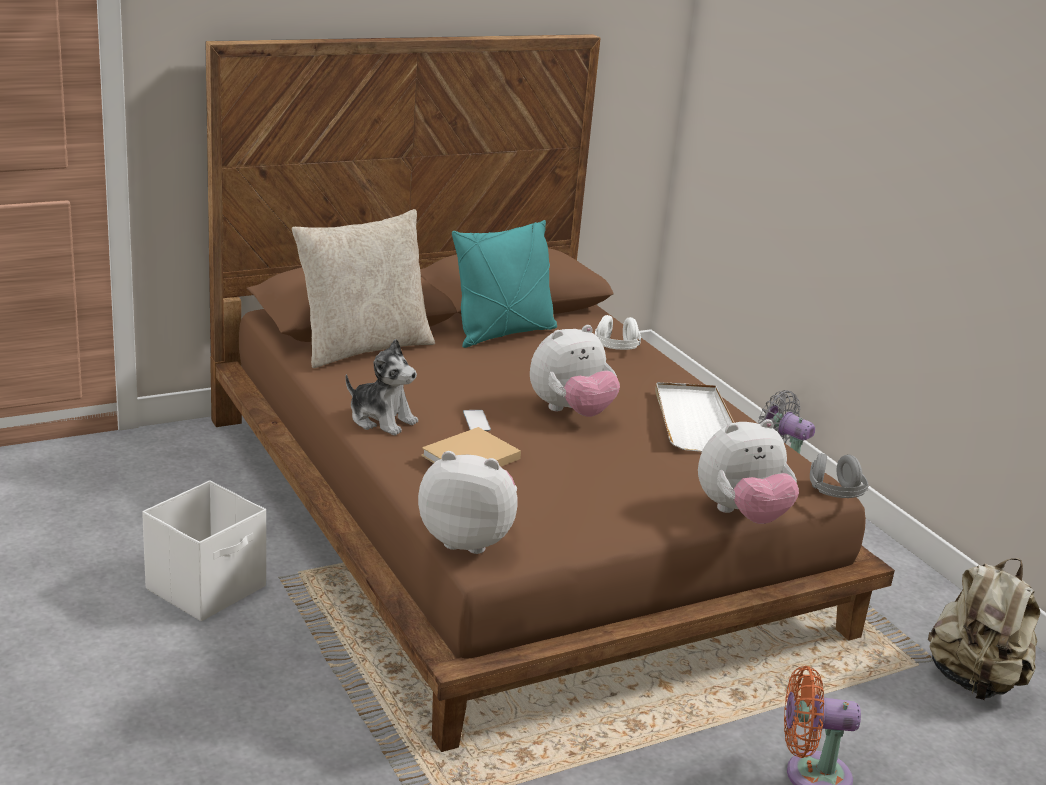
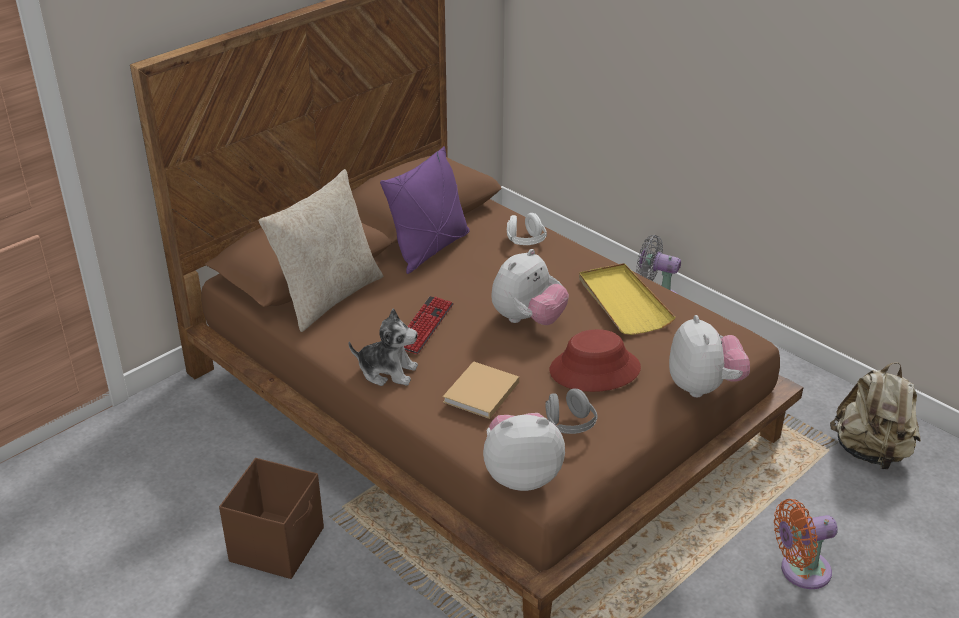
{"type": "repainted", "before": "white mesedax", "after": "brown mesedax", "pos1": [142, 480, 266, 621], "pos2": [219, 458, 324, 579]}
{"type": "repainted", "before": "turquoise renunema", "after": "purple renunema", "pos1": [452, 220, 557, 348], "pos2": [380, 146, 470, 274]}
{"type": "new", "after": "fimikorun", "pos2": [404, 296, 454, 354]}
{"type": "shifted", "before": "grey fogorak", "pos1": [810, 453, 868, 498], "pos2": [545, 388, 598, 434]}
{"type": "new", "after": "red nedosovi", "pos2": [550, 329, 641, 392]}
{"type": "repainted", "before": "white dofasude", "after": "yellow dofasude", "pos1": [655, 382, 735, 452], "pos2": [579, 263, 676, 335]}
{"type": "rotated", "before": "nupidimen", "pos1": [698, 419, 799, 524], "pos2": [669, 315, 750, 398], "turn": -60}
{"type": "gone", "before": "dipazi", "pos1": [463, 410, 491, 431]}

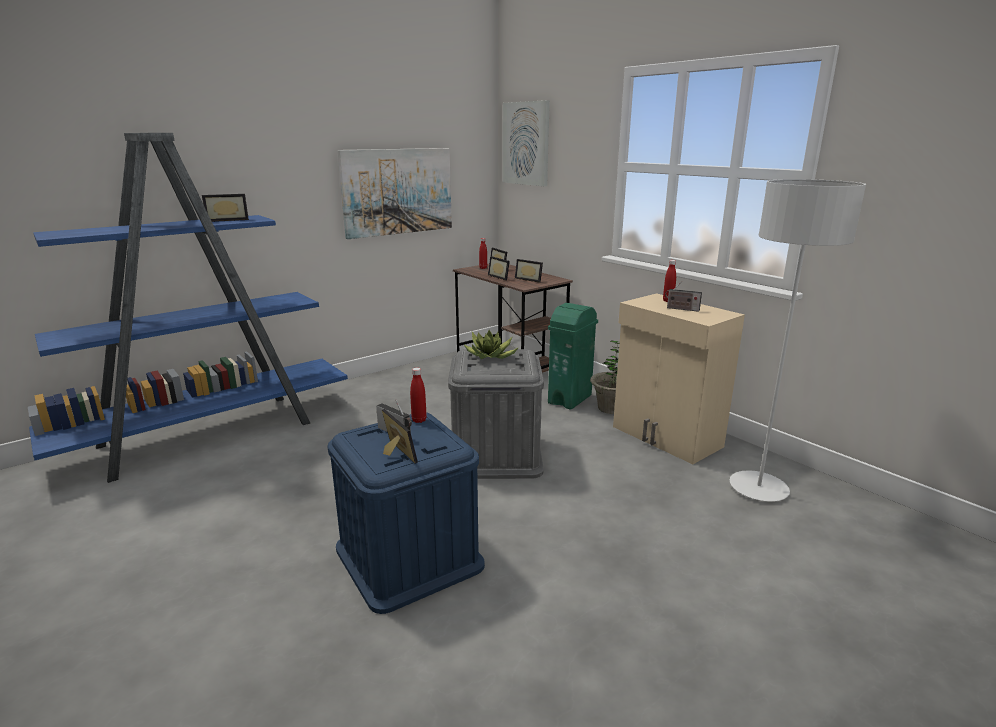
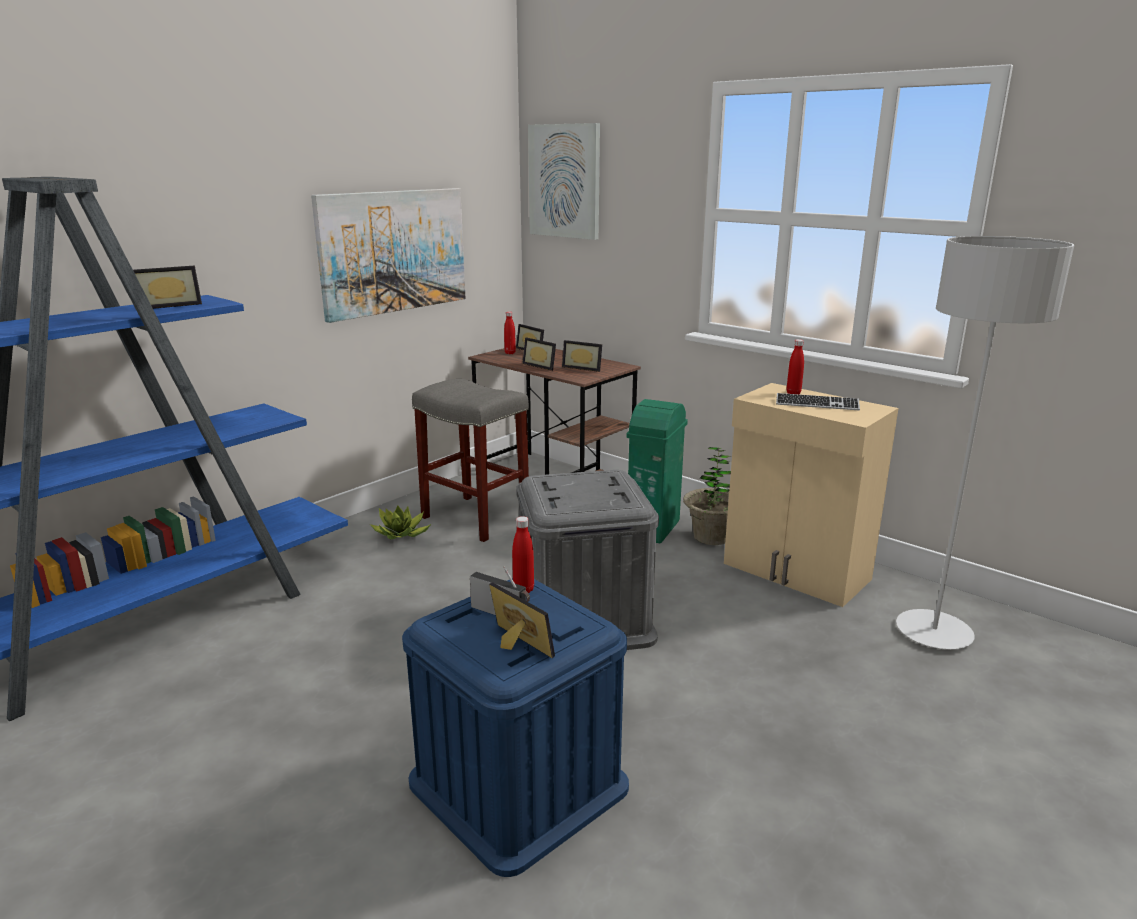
{"type": "shifted", "before": "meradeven", "pos1": [463, 330, 519, 359], "pos2": [370, 505, 431, 539]}
{"type": "new", "after": "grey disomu", "pos2": [412, 379, 529, 542]}
{"type": "swapped", "before": "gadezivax", "after": "fimikorun", "pos1": [665, 281, 702, 312], "pos2": [776, 393, 860, 410]}

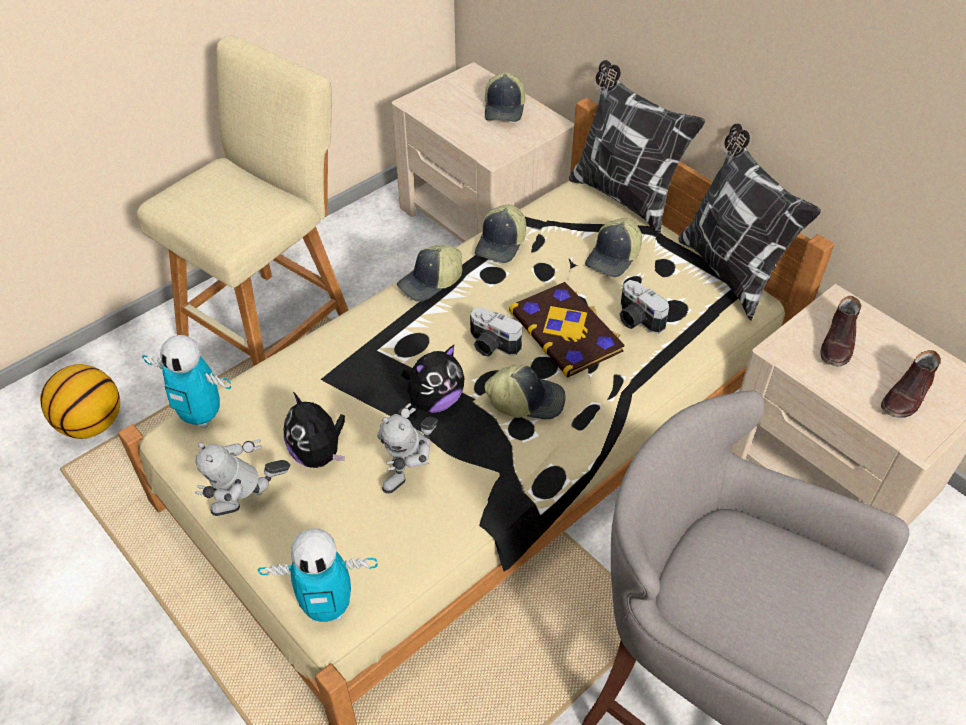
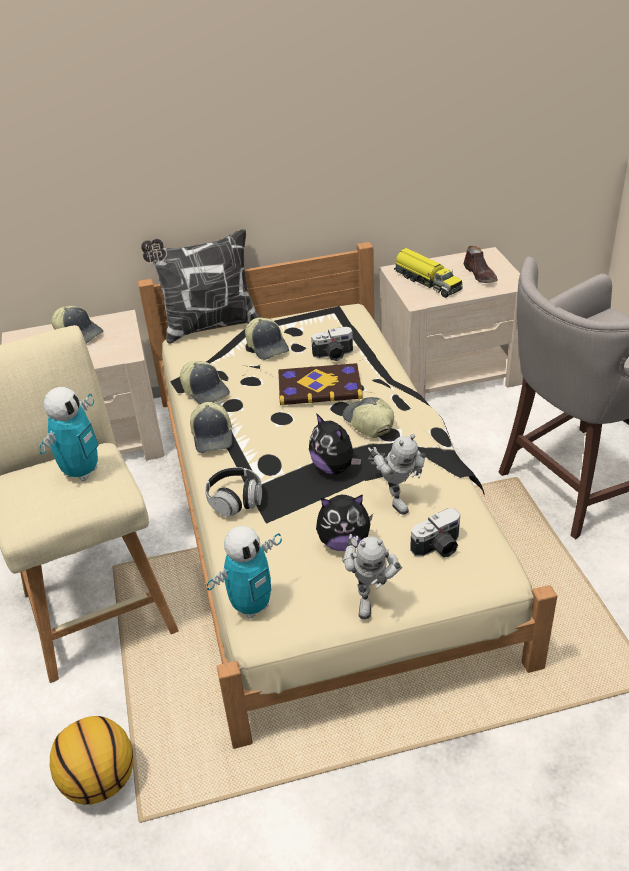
{"type": "shifted", "before": "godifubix", "pos1": [258, 528, 378, 622], "pos2": [39, 387, 99, 481]}
{"type": "new", "after": "fogorak", "pos2": [205, 467, 262, 517]}
{"type": "rotated", "before": "nupidimen", "pos1": [401, 345, 464, 413], "pos2": [309, 413, 361, 474], "turn": 150}
{"type": "rotated", "before": "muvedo", "pos1": [485, 365, 566, 419], "pos2": [343, 397, 394, 438], "turn": -60}
{"type": "swapped", "before": "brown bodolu", "after": "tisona", "pos1": [820, 296, 861, 367], "pos2": [394, 248, 463, 298]}
{"type": "shifted", "before": "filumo", "pos1": [470, 308, 522, 357], "pos2": [410, 508, 460, 557]}
{"type": "gone", "before": "renunema", "pos1": [678, 123, 821, 320]}

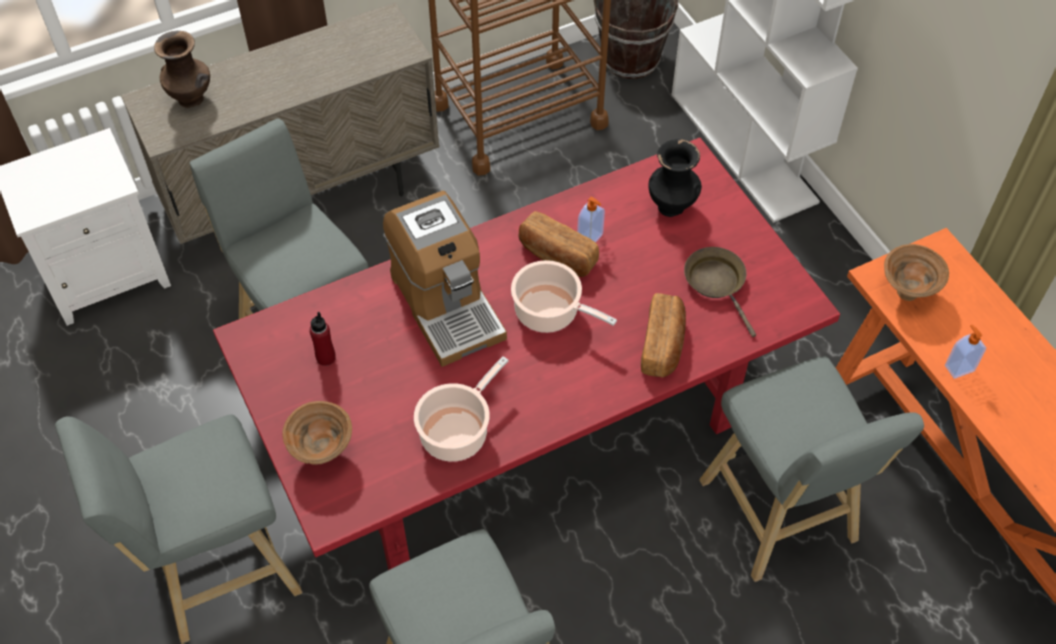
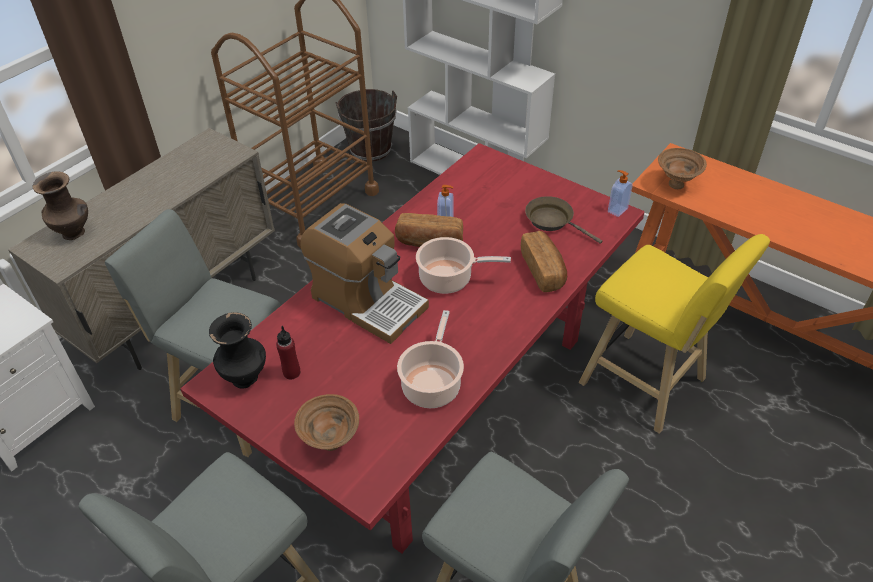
{"type": "shifted", "before": "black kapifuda", "pos1": [648, 139, 702, 217], "pos2": [209, 312, 266, 388]}
{"type": "repainted", "before": "grey disomu", "after": "yellow disomu", "pos1": [699, 356, 924, 582], "pos2": [579, 234, 770, 434]}
{"type": "shifted", "before": "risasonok", "pos1": [945, 325, 986, 379], "pos2": [608, 170, 633, 217]}

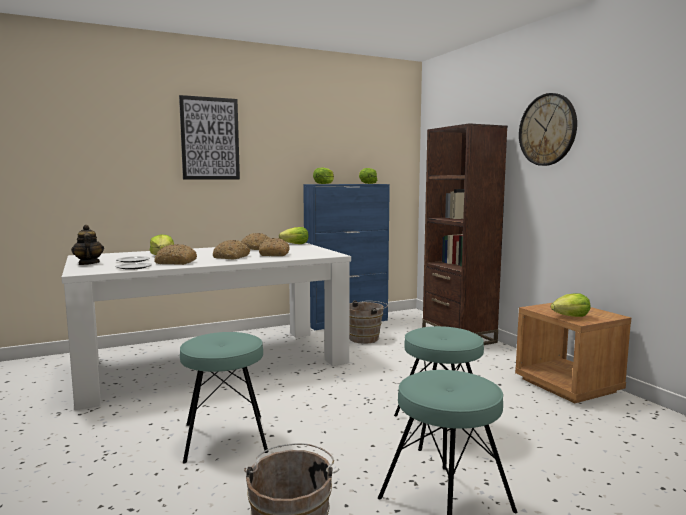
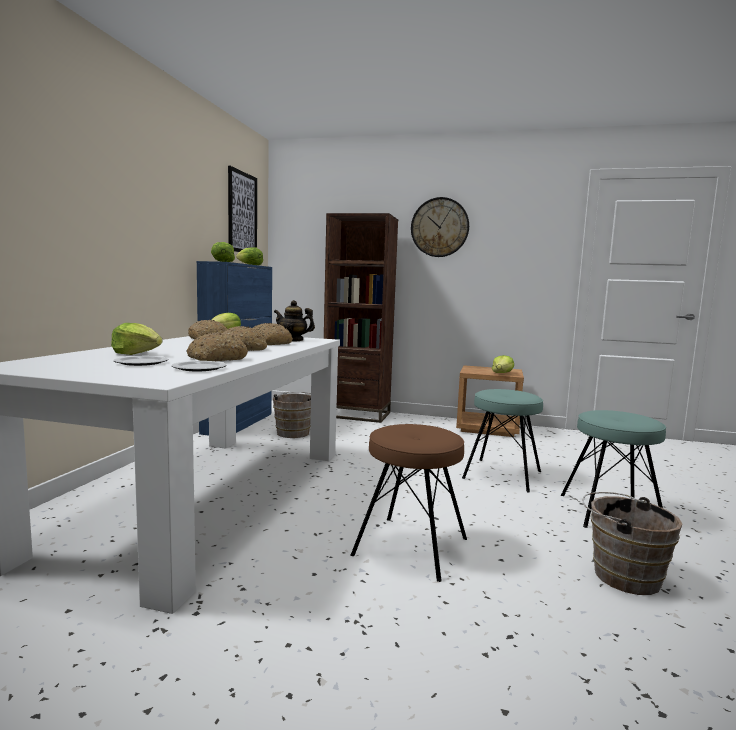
{"type": "shifted", "before": "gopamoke", "pos1": [179, 95, 240, 179], "pos2": [228, 166, 257, 252]}
{"type": "shifted", "before": "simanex", "pos1": [71, 225, 104, 265], "pos2": [274, 300, 315, 342]}
{"type": "repainted", "before": "turquoise disomu", "after": "brown disomu", "pos1": [180, 332, 268, 463], "pos2": [350, 424, 467, 582]}

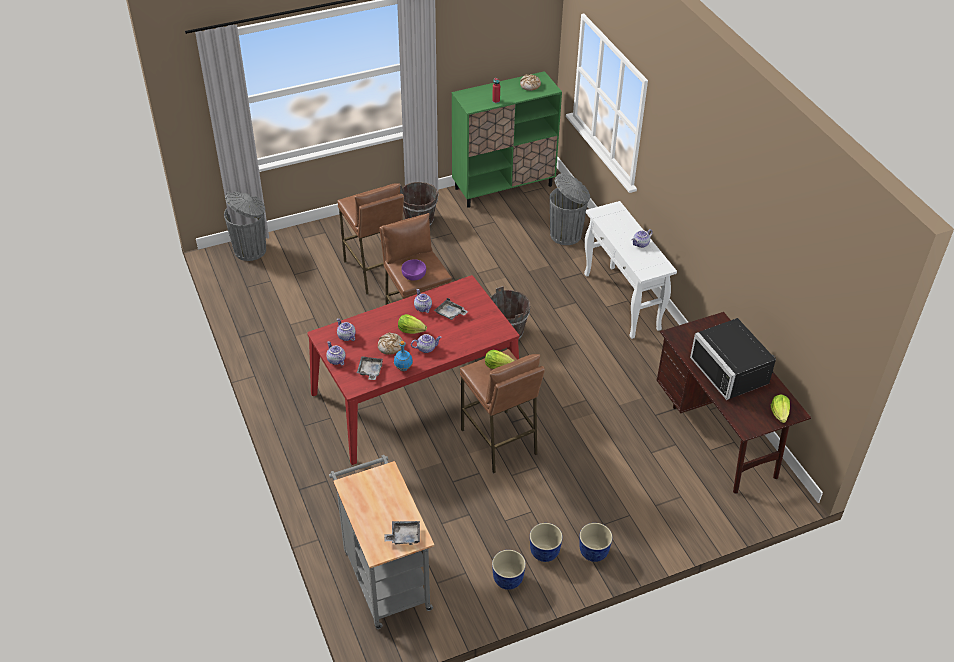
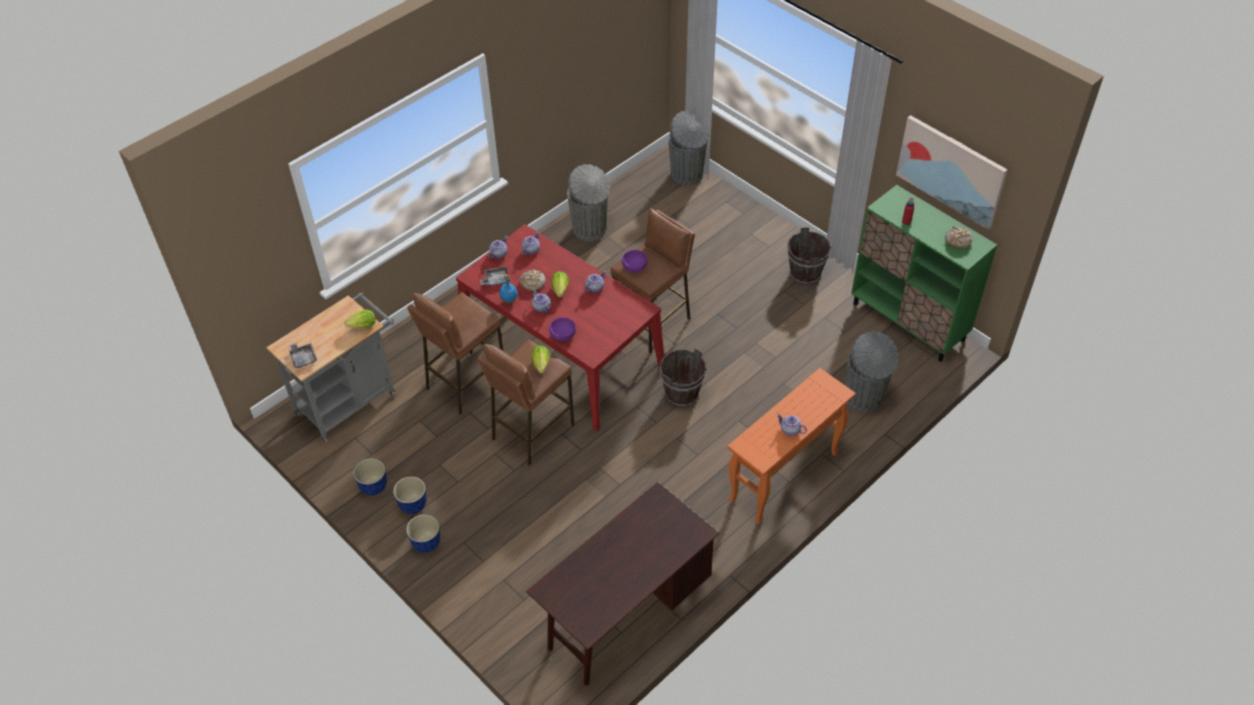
{"type": "shifted", "before": "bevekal", "pos1": [771, 394, 790, 423], "pos2": [345, 310, 376, 328]}
{"type": "shifted", "before": "brown disomu", "pos1": [337, 183, 404, 295], "pos2": [407, 292, 503, 415]}
{"type": "new", "after": "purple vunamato", "pos2": [549, 317, 576, 341]}
{"type": "new", "after": "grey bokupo", "pos2": [567, 164, 610, 241]}
{"type": "repainted", "before": "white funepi", "after": "orange funepi", "pos1": [584, 201, 677, 339], "pos2": [727, 368, 856, 524]}
{"type": "new", "after": "gopamoke", "pos2": [896, 115, 1007, 229]}
{"type": "gone", "before": "grey dofasude", "pos1": [434, 298, 468, 320]}
{"type": "gone", "before": "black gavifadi", "pos1": [690, 318, 776, 400]}

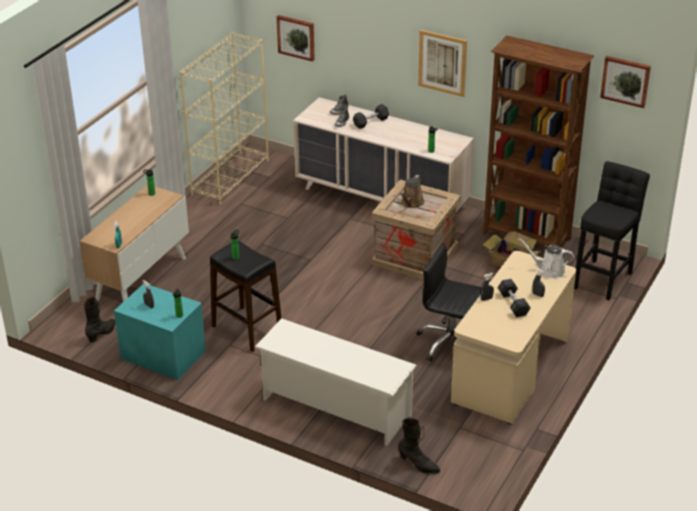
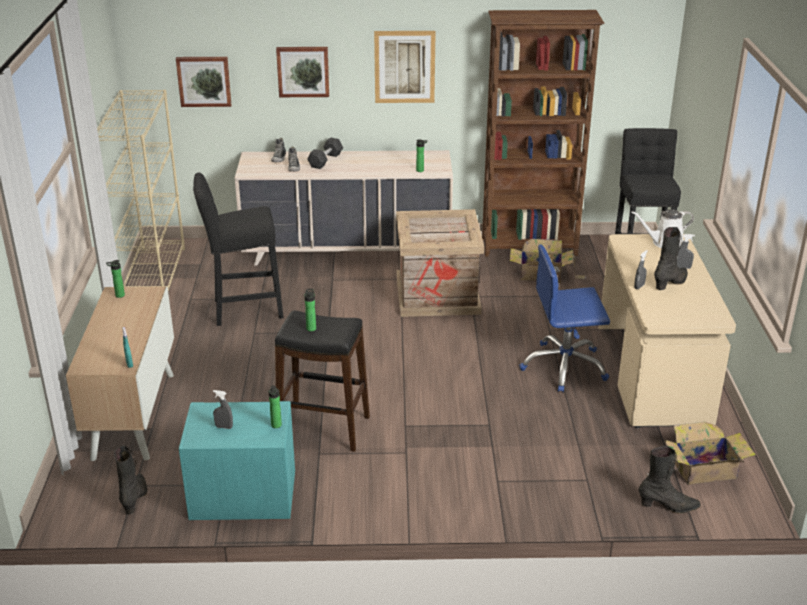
{"type": "new", "after": "black disomu", "pos2": [193, 172, 284, 326]}
{"type": "shifted", "before": "gopamoke", "pos1": [600, 56, 651, 108], "pos2": [276, 47, 329, 97]}
{"type": "repainted", "before": "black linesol", "after": "blue linesol", "pos1": [416, 243, 482, 361], "pos2": [519, 244, 610, 392]}
{"type": "new", "after": "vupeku", "pos2": [646, 422, 756, 485]}
{"type": "swapped", "before": "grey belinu", "after": "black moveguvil", "pos1": [498, 279, 531, 317], "pos2": [654, 227, 688, 290]}
{"type": "gone", "before": "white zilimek", "pos1": [255, 318, 417, 446]}
{"type": "gone", "before": "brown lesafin", "pos1": [400, 175, 424, 208]}

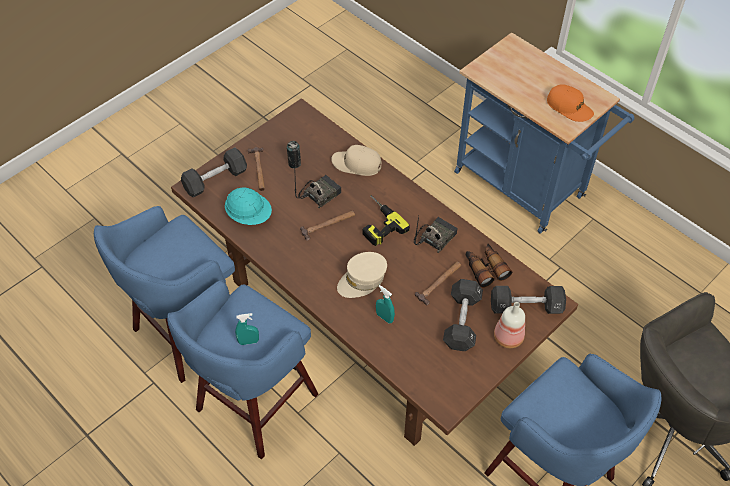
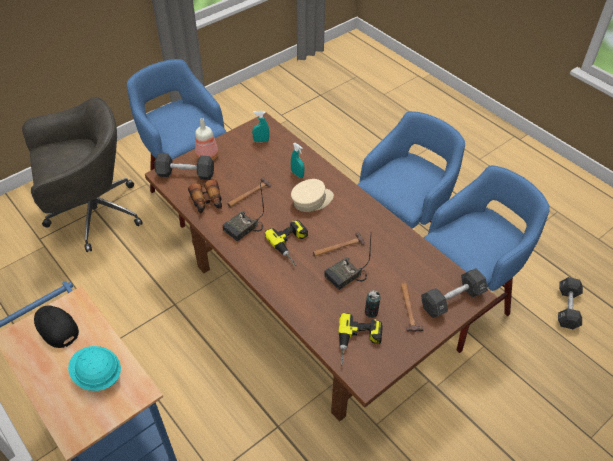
{"type": "repainted", "before": "orange muvedo", "after": "black muvedo", "pos1": [547, 84, 594, 122], "pos2": [34, 305, 79, 348]}
{"type": "shifted", "before": "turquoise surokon", "pos1": [225, 187, 272, 225], "pos2": [68, 346, 121, 391]}
{"type": "shifted", "before": "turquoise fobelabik", "pos1": [235, 313, 259, 345], "pos2": [252, 111, 269, 142]}
{"type": "new", "after": "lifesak", "pos2": [338, 313, 383, 366]}
{"type": "shifted", "before": "black belinu", "pos1": [443, 279, 483, 351], "pos2": [558, 277, 583, 329]}
{"type": "gone", "before": "beige muvedo", "pos1": [331, 145, 382, 176]}

